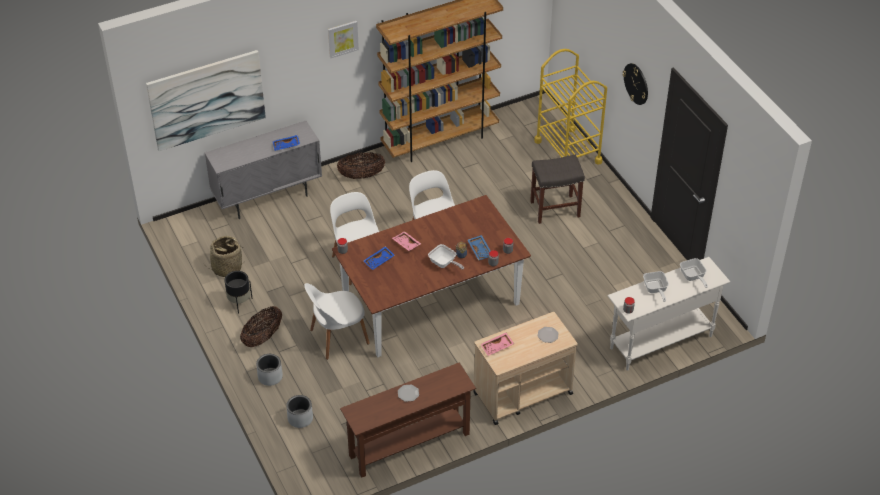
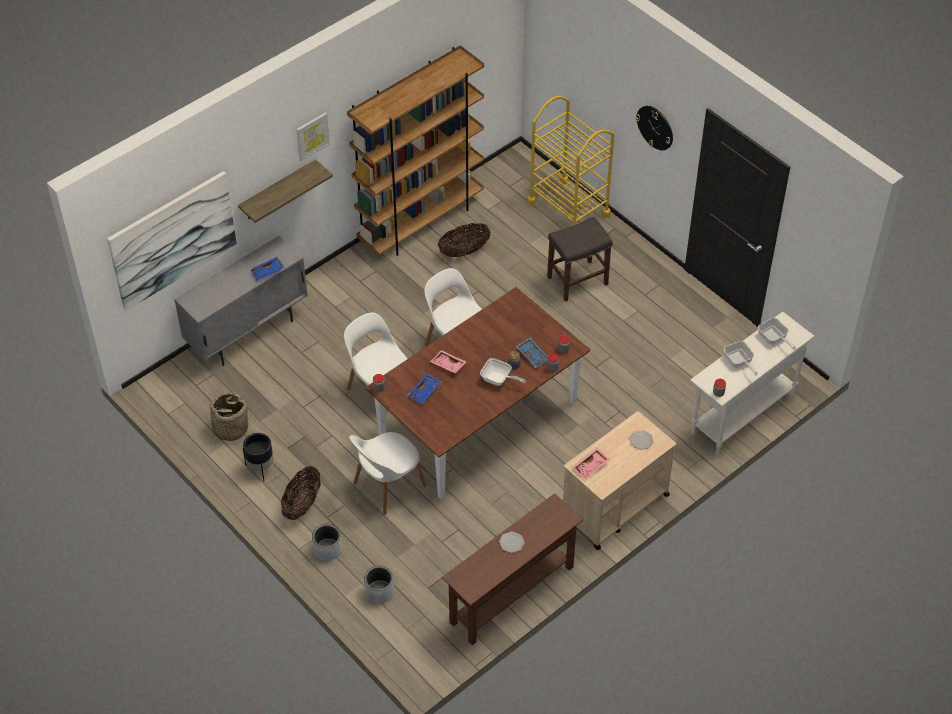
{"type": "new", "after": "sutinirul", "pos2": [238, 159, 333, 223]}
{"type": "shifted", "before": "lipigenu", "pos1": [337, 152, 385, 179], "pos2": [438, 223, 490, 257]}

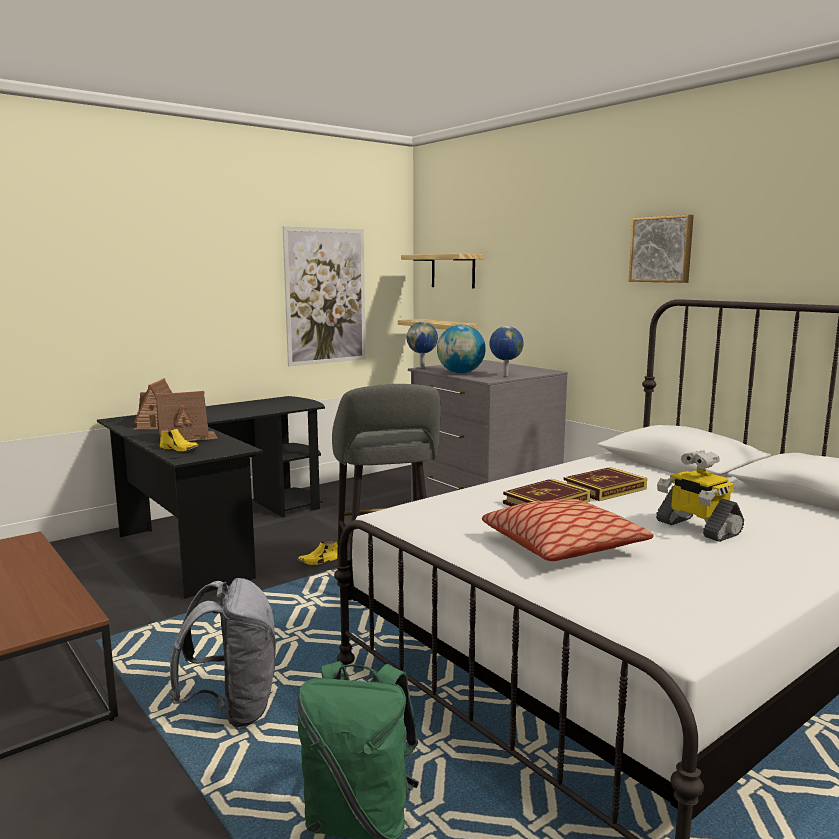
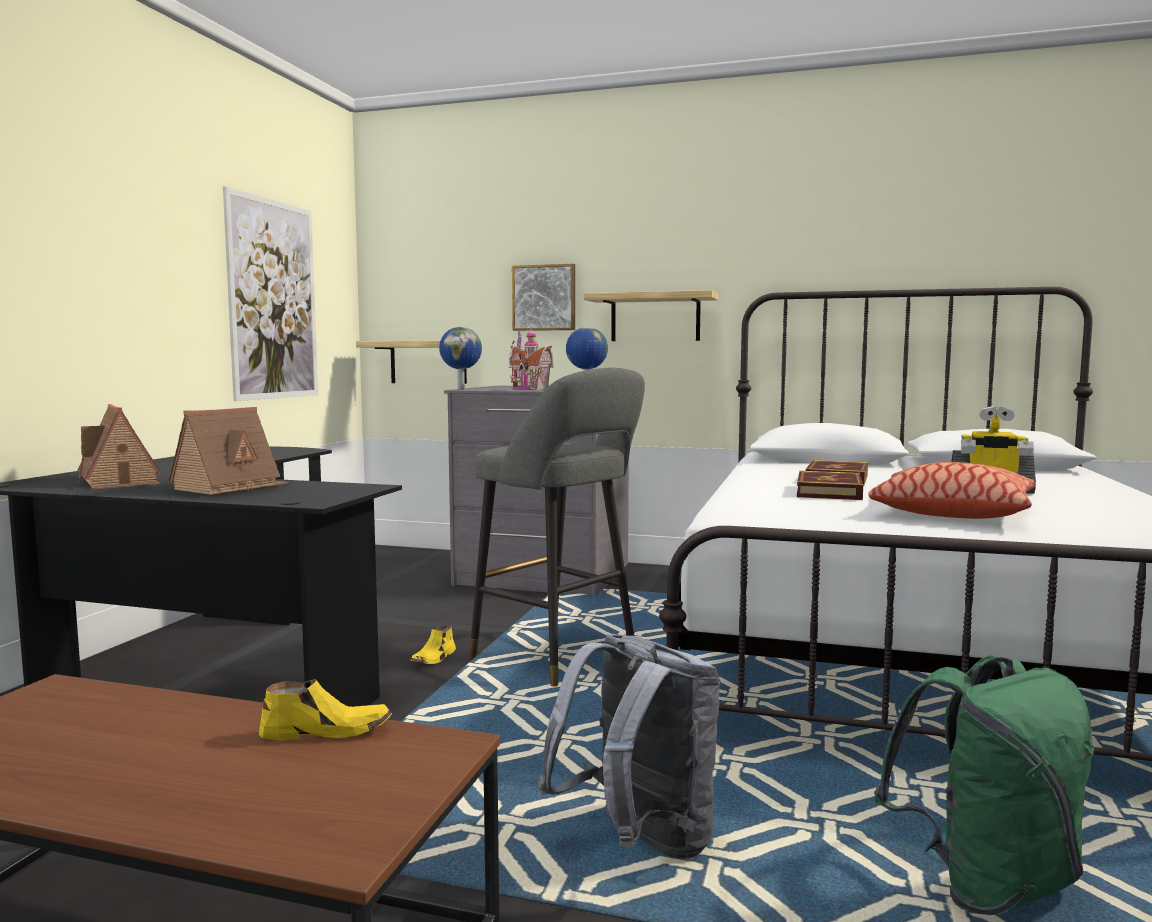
{"type": "shifted", "before": "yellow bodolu", "pos1": [160, 428, 199, 451], "pos2": [259, 679, 392, 741]}
{"type": "swapped", "before": "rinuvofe", "after": "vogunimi", "pos1": [437, 324, 486, 373], "pos2": [509, 327, 554, 390]}
{"type": "shifted", "before": "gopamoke", "pos1": [629, 215, 694, 283], "pos2": [512, 264, 575, 331]}
{"type": "shifted", "before": "sutinirul", "pos1": [401, 254, 484, 289], "pos2": [584, 290, 718, 341]}

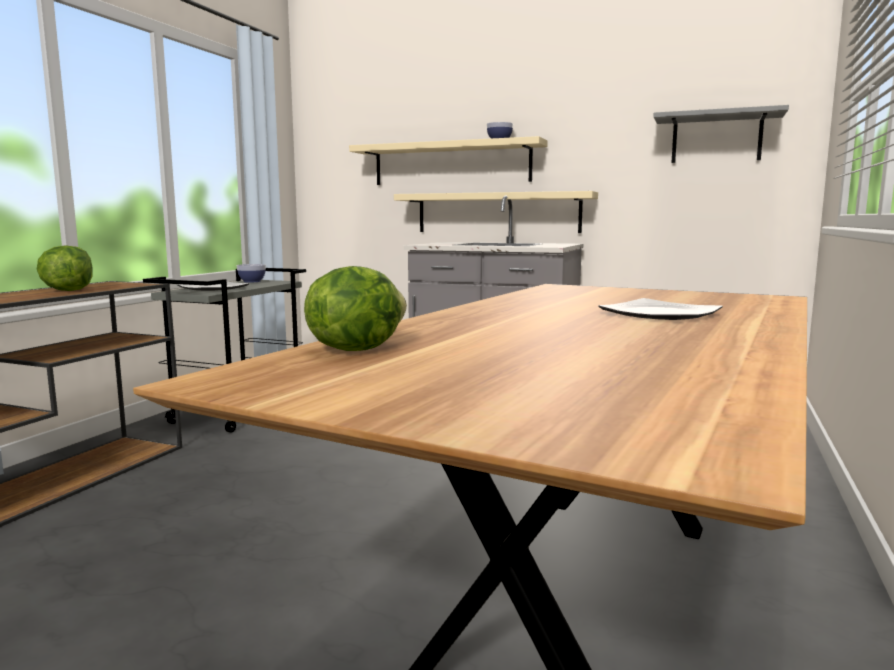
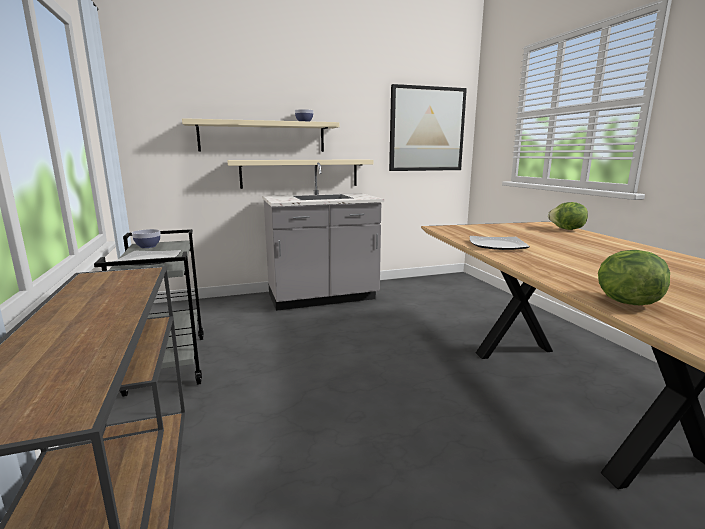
{"type": "swapped", "before": "grey sutinirul", "after": "gopamoke", "pos1": [653, 105, 789, 163], "pos2": [389, 84, 467, 171]}
{"type": "shifted", "before": "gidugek", "pos1": [598, 298, 723, 320], "pos2": [470, 236, 530, 250]}
{"type": "shifted", "before": "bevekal", "pos1": [37, 245, 93, 291], "pos2": [548, 202, 588, 230]}

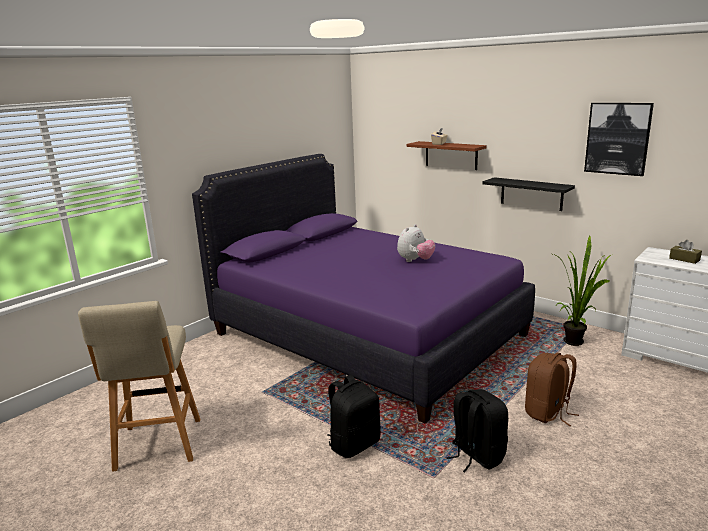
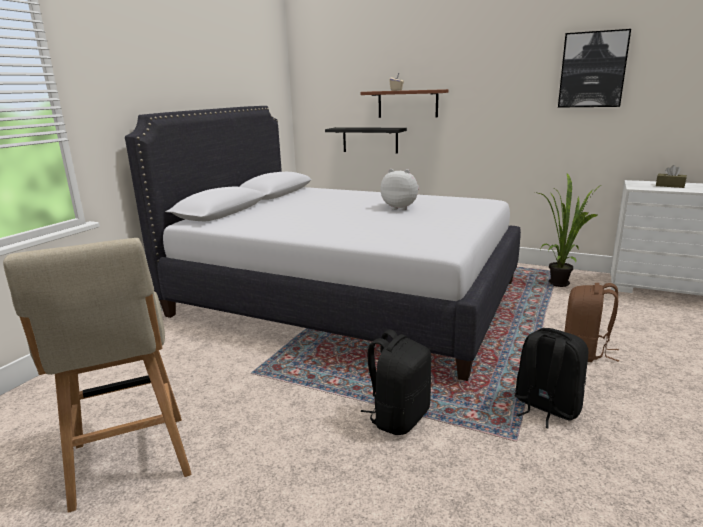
{"type": "repainted", "before": "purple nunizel", "after": "white nunizel", "pos1": [192, 154, 535, 424], "pos2": [125, 106, 521, 381]}
{"type": "shifted", "before": "black sutinirul", "pos1": [483, 177, 575, 211], "pos2": [325, 127, 407, 153]}
{"type": "rotated", "before": "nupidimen", "pos1": [397, 224, 435, 262], "pos2": [380, 169, 419, 210], "turn": -90}

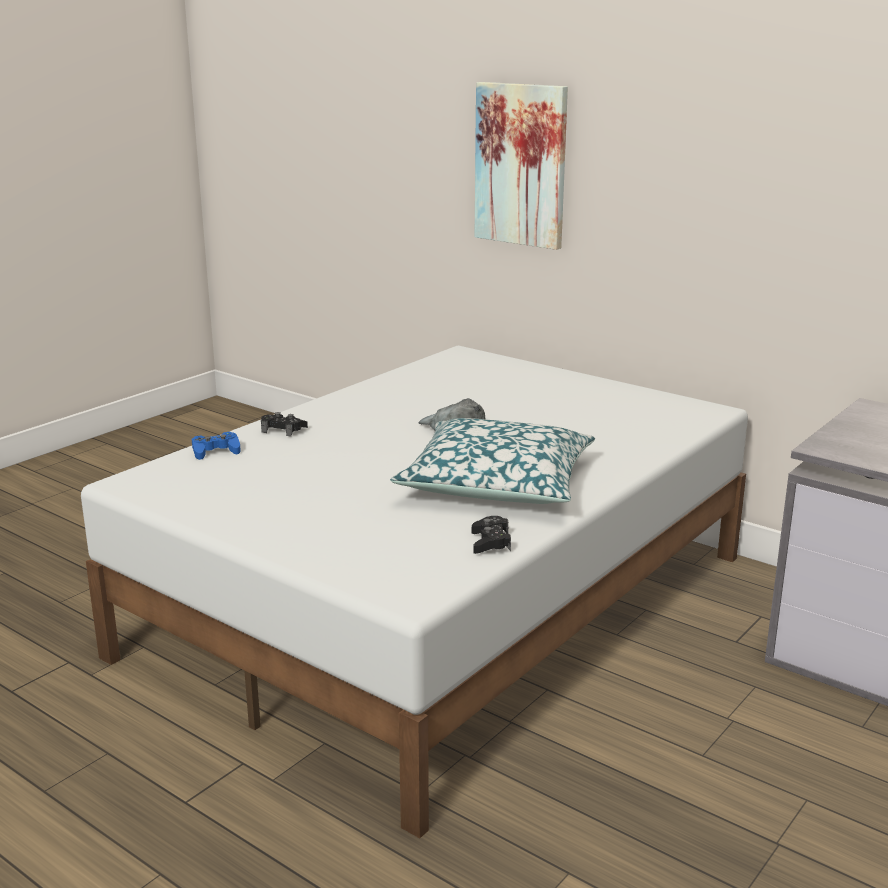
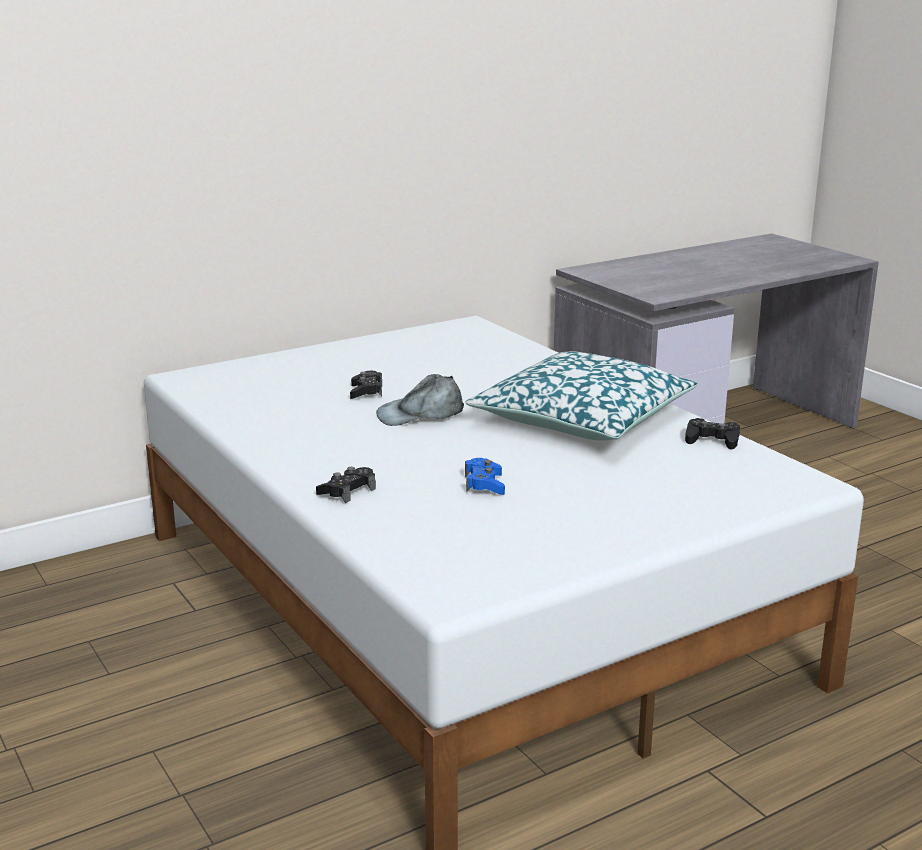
{"type": "new", "after": "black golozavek", "pos2": [350, 371, 382, 399]}
{"type": "shifted", "before": "blue golozavek", "pos1": [192, 432, 241, 460], "pos2": [465, 458, 505, 495]}
{"type": "gone", "before": "gopamoke", "pos1": [474, 82, 568, 250]}

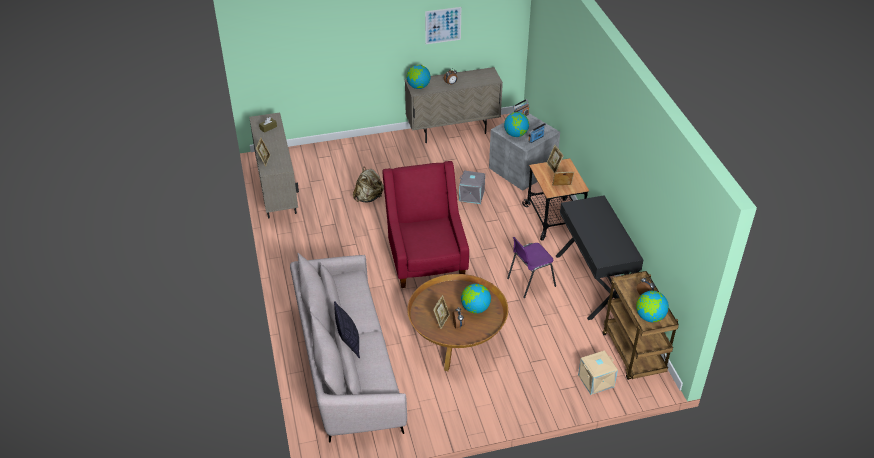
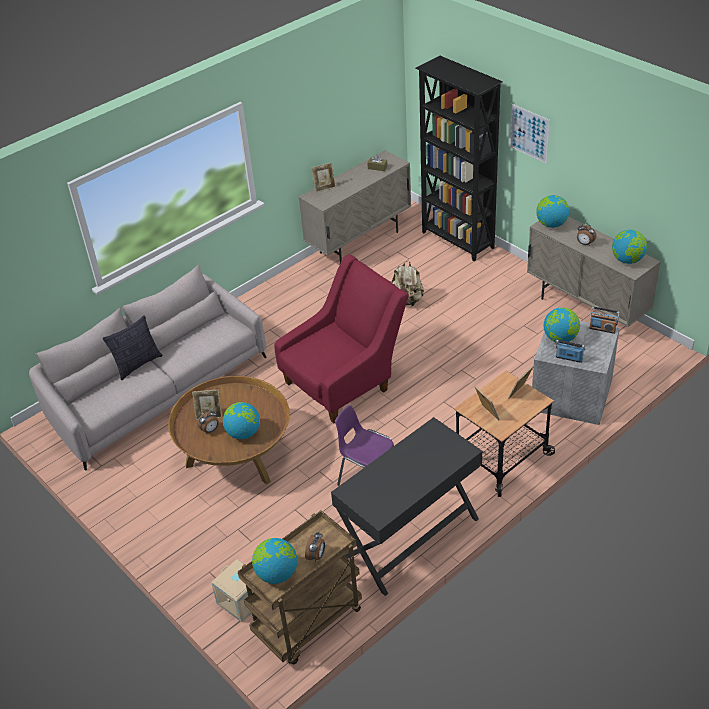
{"type": "new", "after": "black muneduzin", "pos2": [416, 56, 503, 261]}
{"type": "shifted", "before": "gopamoke", "pos1": [425, 7, 461, 44], "pos2": [509, 104, 550, 164]}
{"type": "new", "after": "rinuvofe", "pos2": [612, 230, 647, 264]}
{"type": "gone", "before": "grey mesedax", "pos1": [459, 170, 485, 204]}

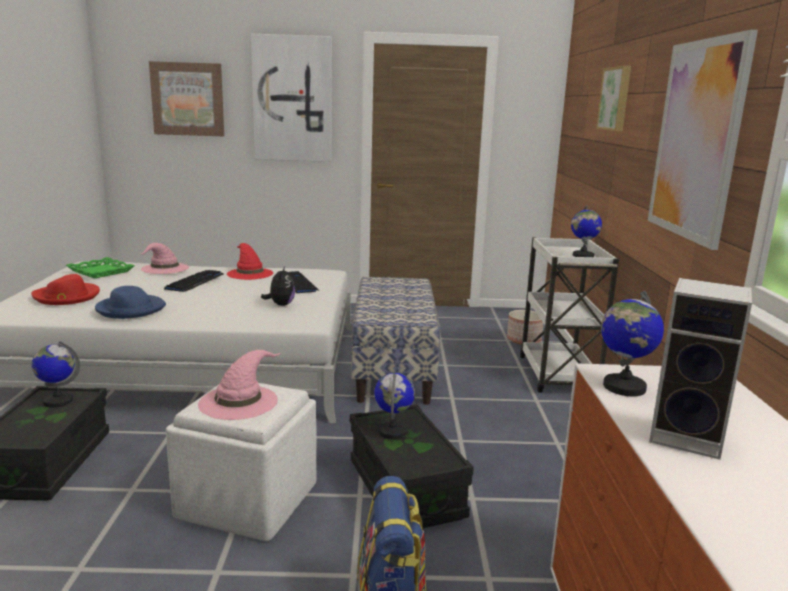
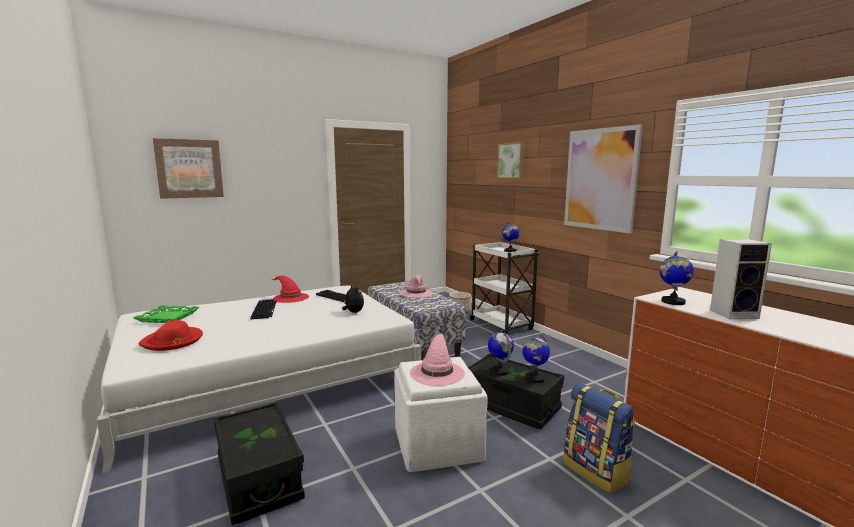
{"type": "shifted", "before": "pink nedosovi", "pos1": [141, 243, 189, 274], "pos2": [400, 275, 433, 298]}
{"type": "shifted", "before": "rinuvofe", "pos1": [32, 341, 80, 408], "pos2": [522, 334, 550, 383]}
{"type": "gone", "before": "blue nedosovi", "pos1": [95, 286, 166, 319]}
{"type": "gone", "before": "gopamoke", "pos1": [251, 34, 332, 162]}

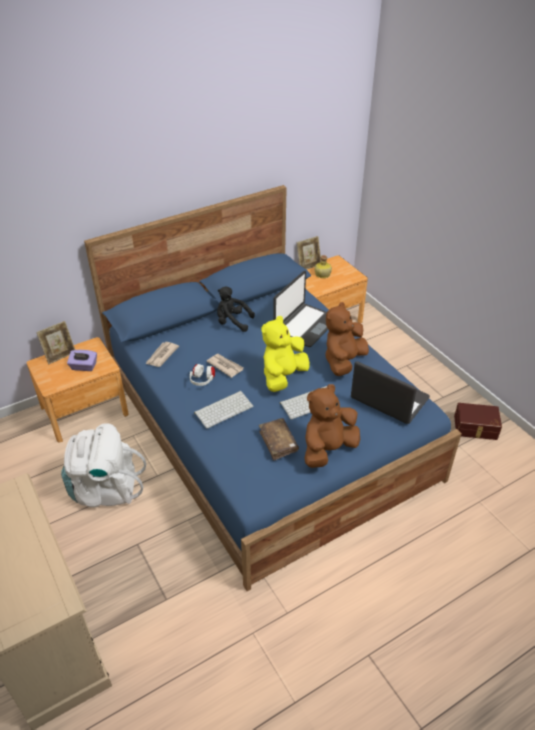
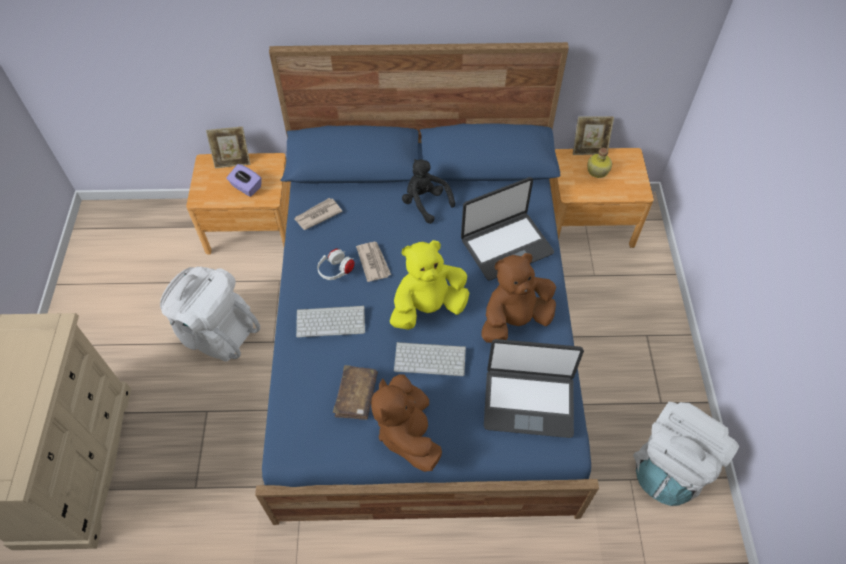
{"type": "rotated", "before": "brown nupidimen", "pos1": [304, 384, 360, 468], "pos2": [371, 374, 442, 472], "turn": -90}
{"type": "rotated", "before": "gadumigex", "pos1": [351, 361, 430, 424], "pos2": [484, 339, 584, 438], "turn": 120}
{"type": "swapped", "before": "brown mesedax", "after": "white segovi", "pos1": [454, 403, 502, 440], "pos2": [633, 402, 739, 506]}

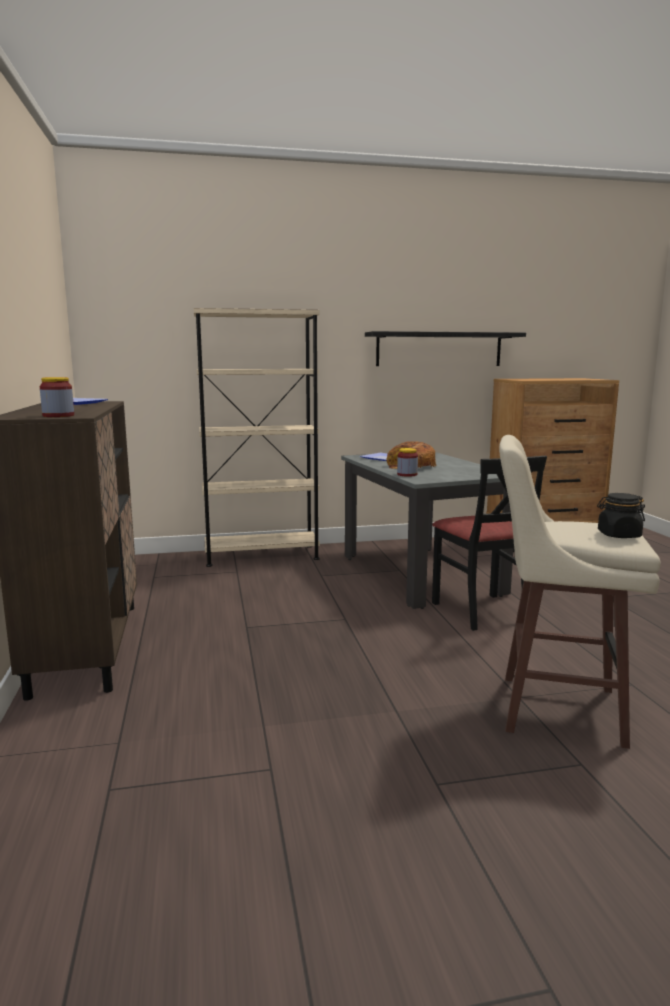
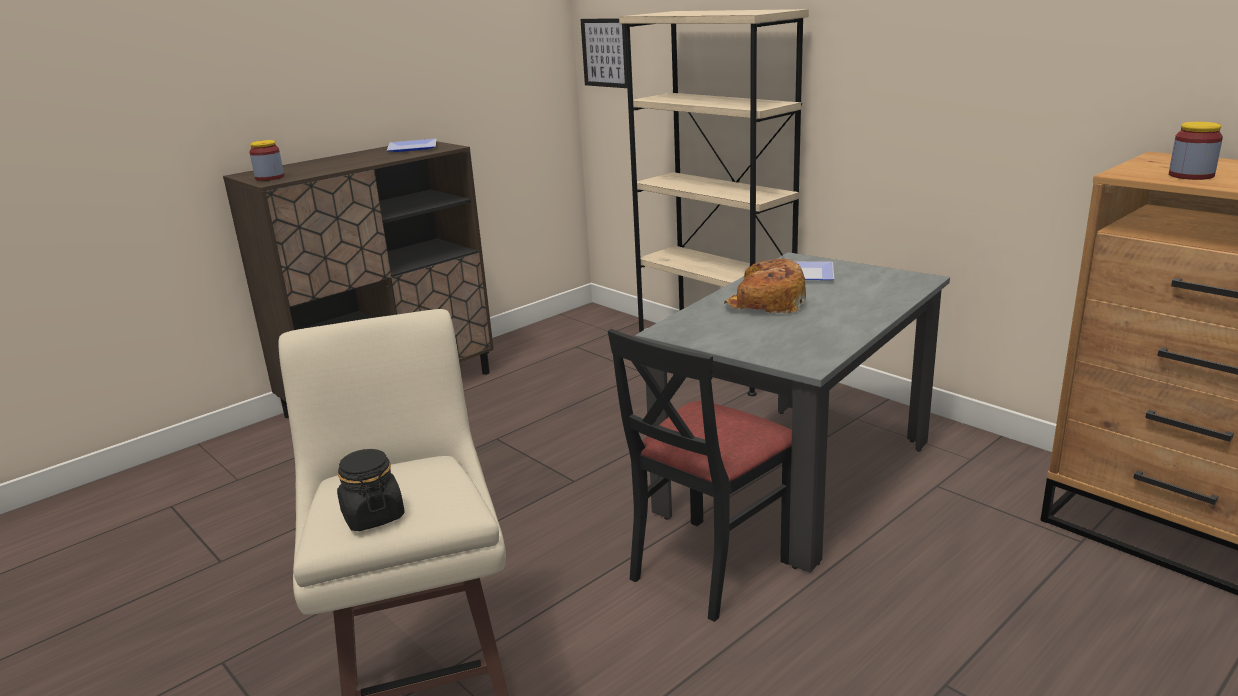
{"type": "new", "after": "gopamoke", "pos2": [580, 18, 627, 88]}
{"type": "shifted", "before": "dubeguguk", "pos1": [397, 448, 418, 477], "pos2": [1169, 122, 1223, 180]}
{"type": "gone", "before": "black sutinirul", "pos1": [365, 331, 526, 366]}

